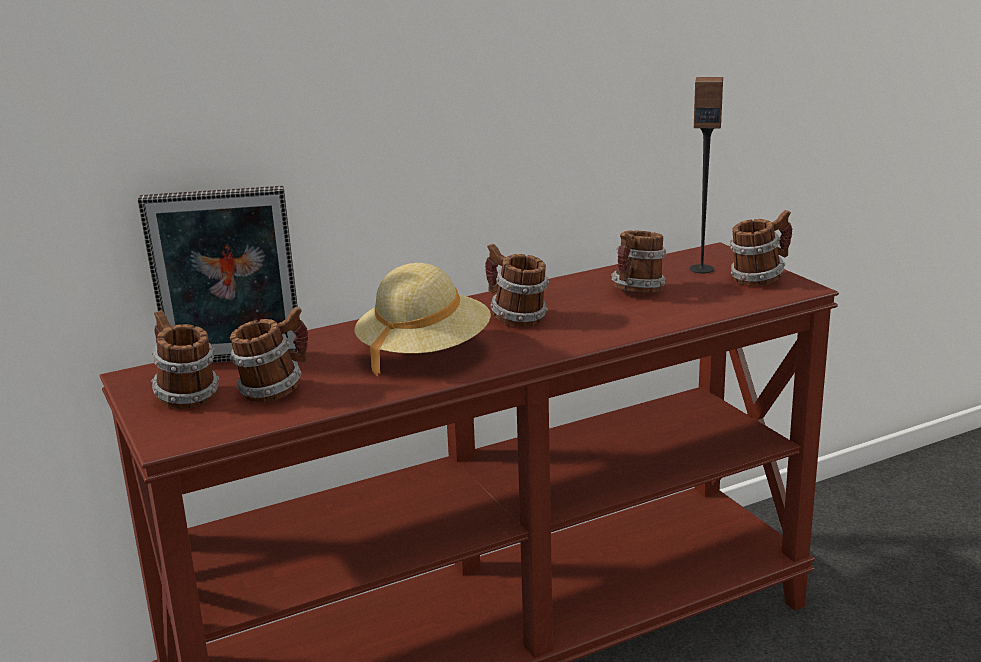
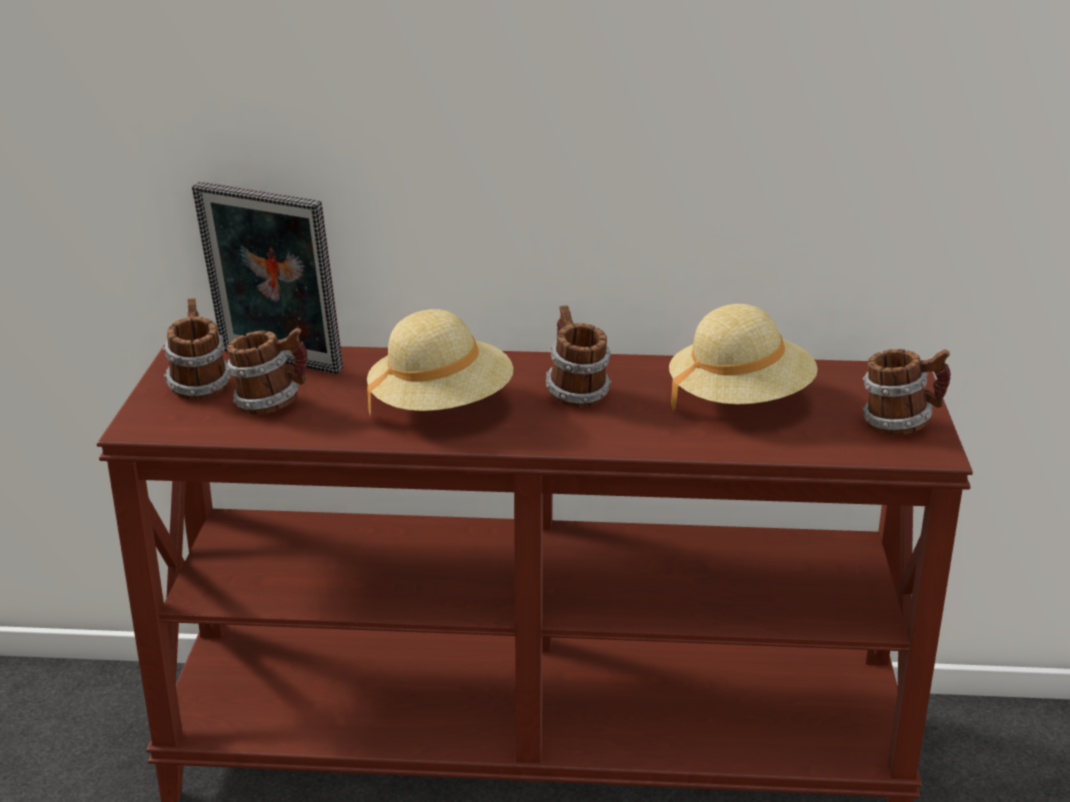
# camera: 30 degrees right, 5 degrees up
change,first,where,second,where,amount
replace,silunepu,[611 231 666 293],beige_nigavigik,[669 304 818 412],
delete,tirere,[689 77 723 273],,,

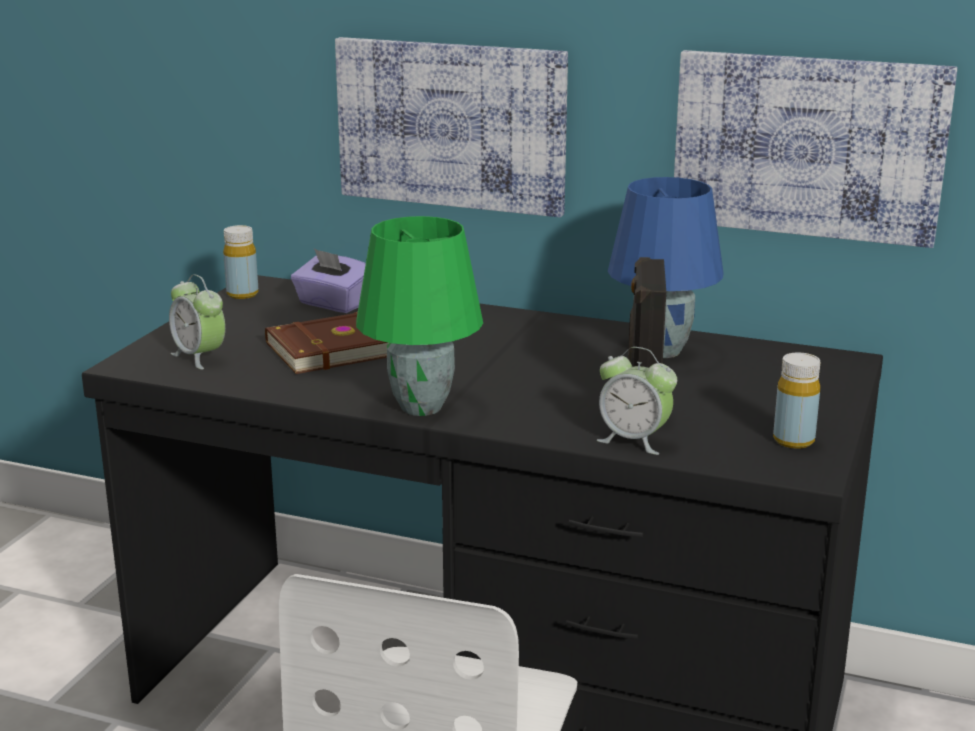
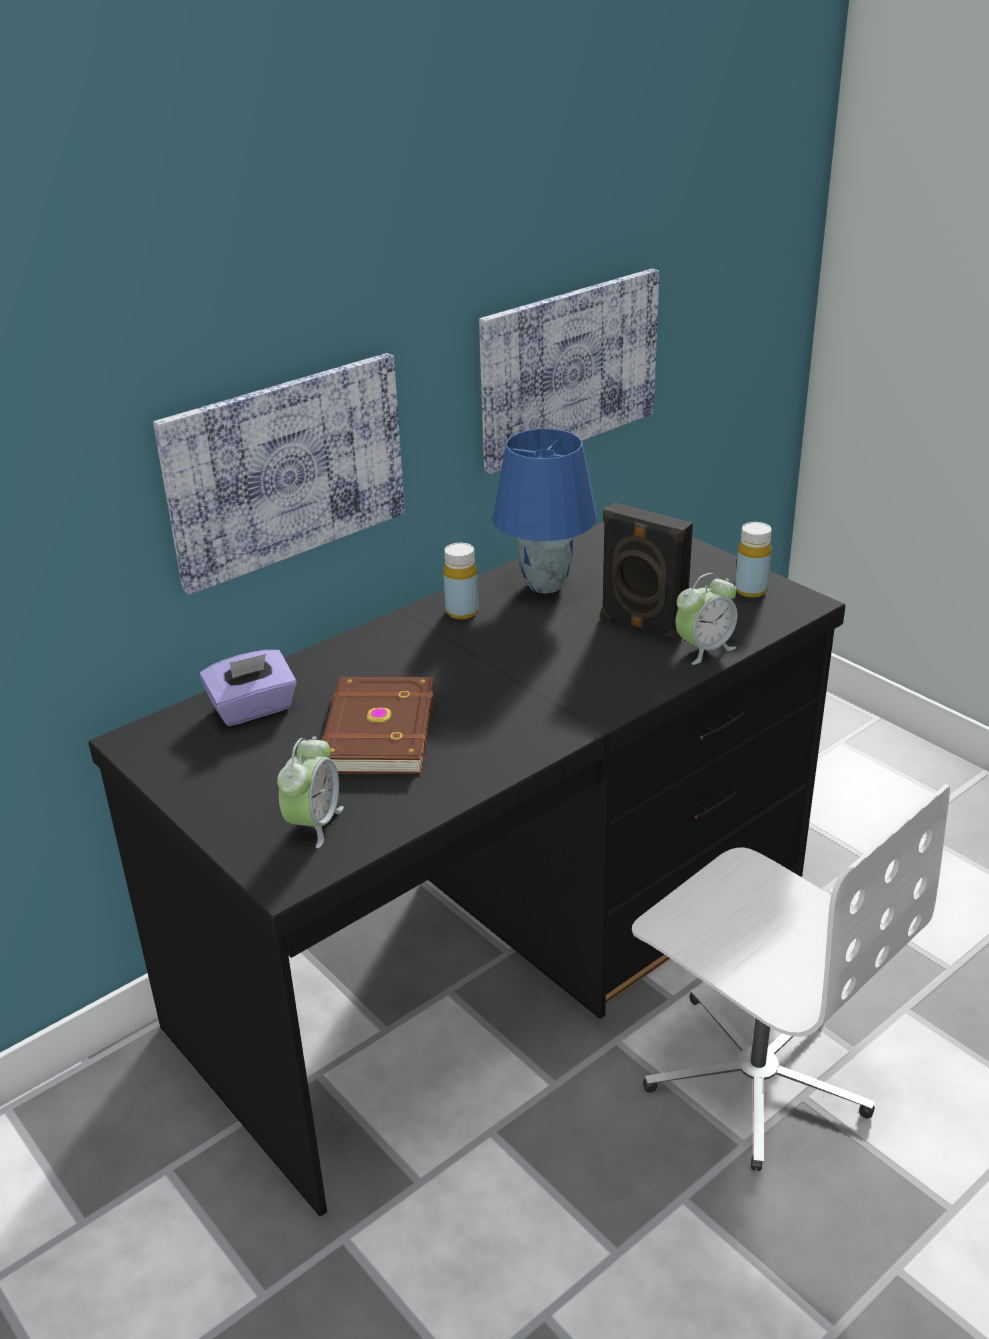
# camera: 60 degrees left, 10 degrees up
change,first,where,second,where,amount
rotate,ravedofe,[169 274 225 369],,[277 736 344 848],60 degrees counterclockwise
move,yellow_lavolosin,[223 225 258 299],,[444 543 479 619],
delete,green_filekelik,[356 216 483 416],,,

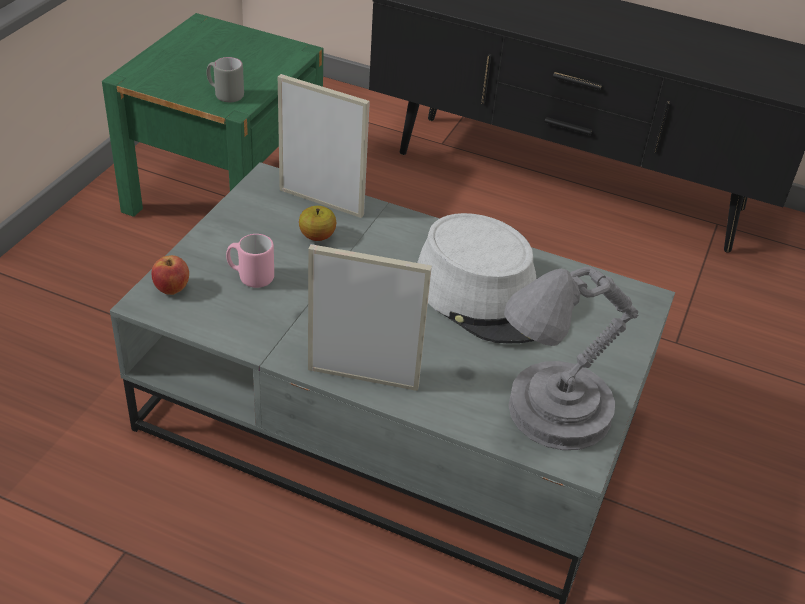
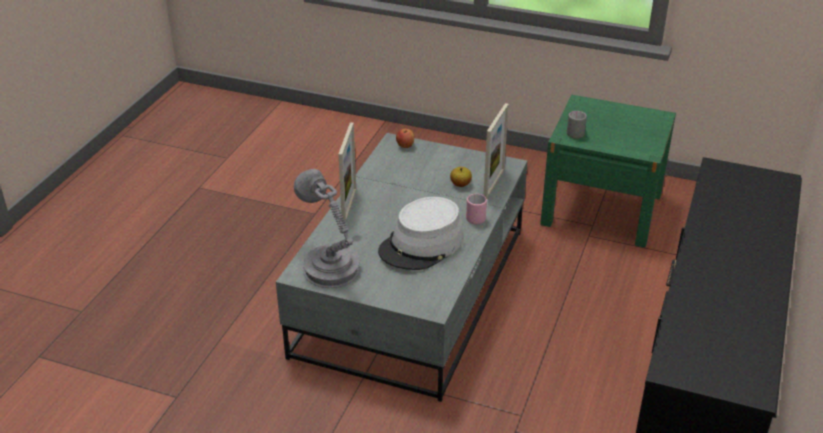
# camera: 90 degrees right, 5 degrees down
change,first,where,second,where,amount
move,pink_silunepu,[226 234 274 288],,[466 194 487 224],

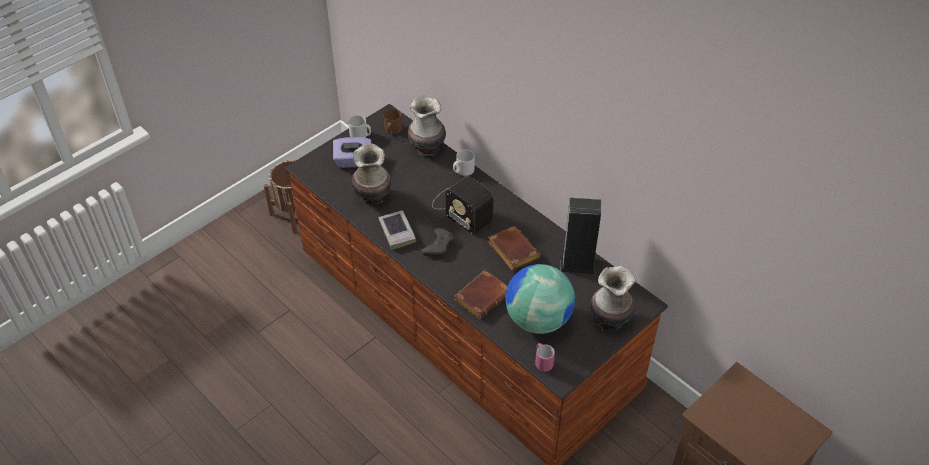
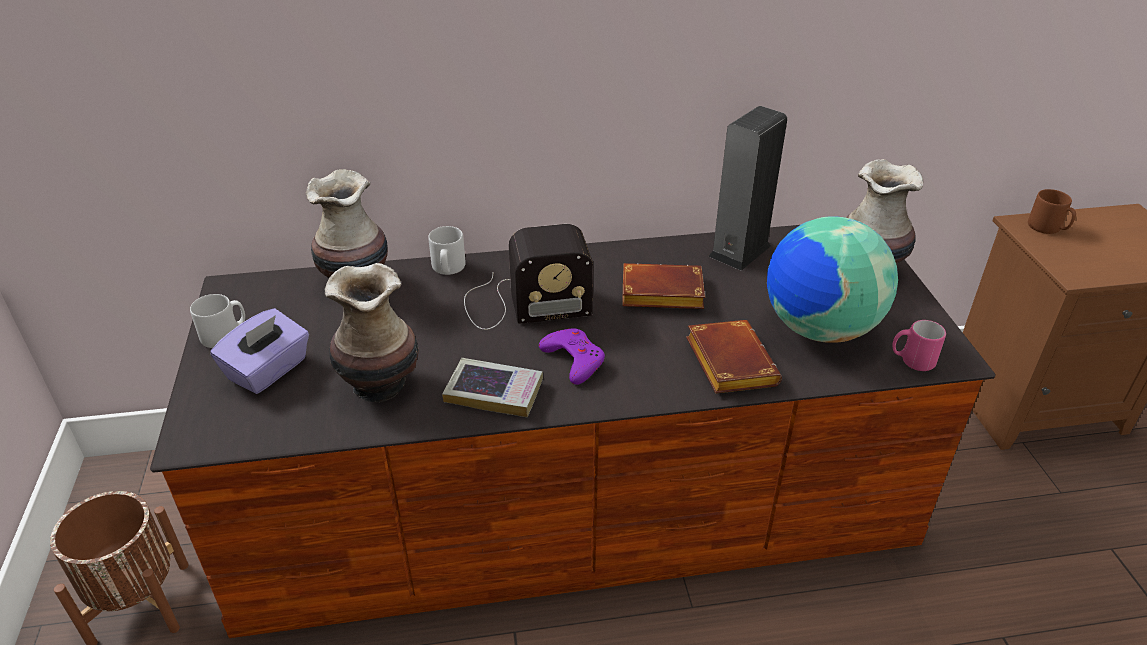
# camera: 55 degrees left, 10 degrees down
change,first,where,second,where,amount
recolor,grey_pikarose,[422 228 453 256],purple_pikarose,[539 328 605 385],
move,brown_silunepu,[384 109 402 134],,[1028 189 1076 234],

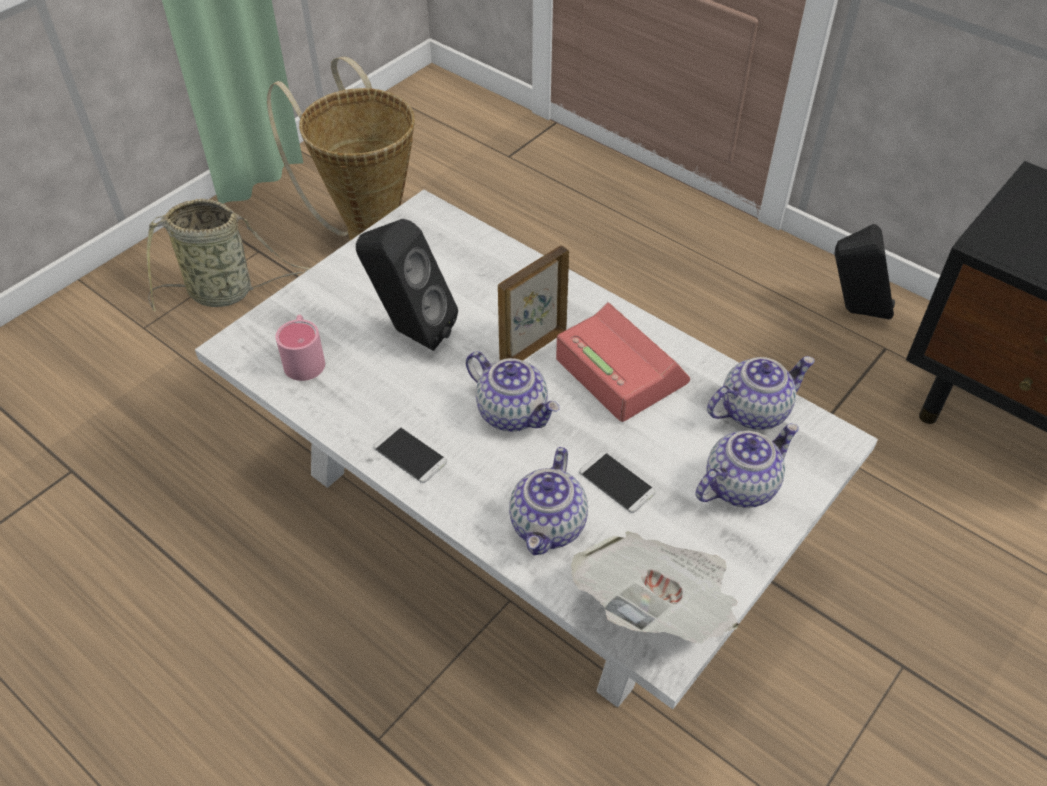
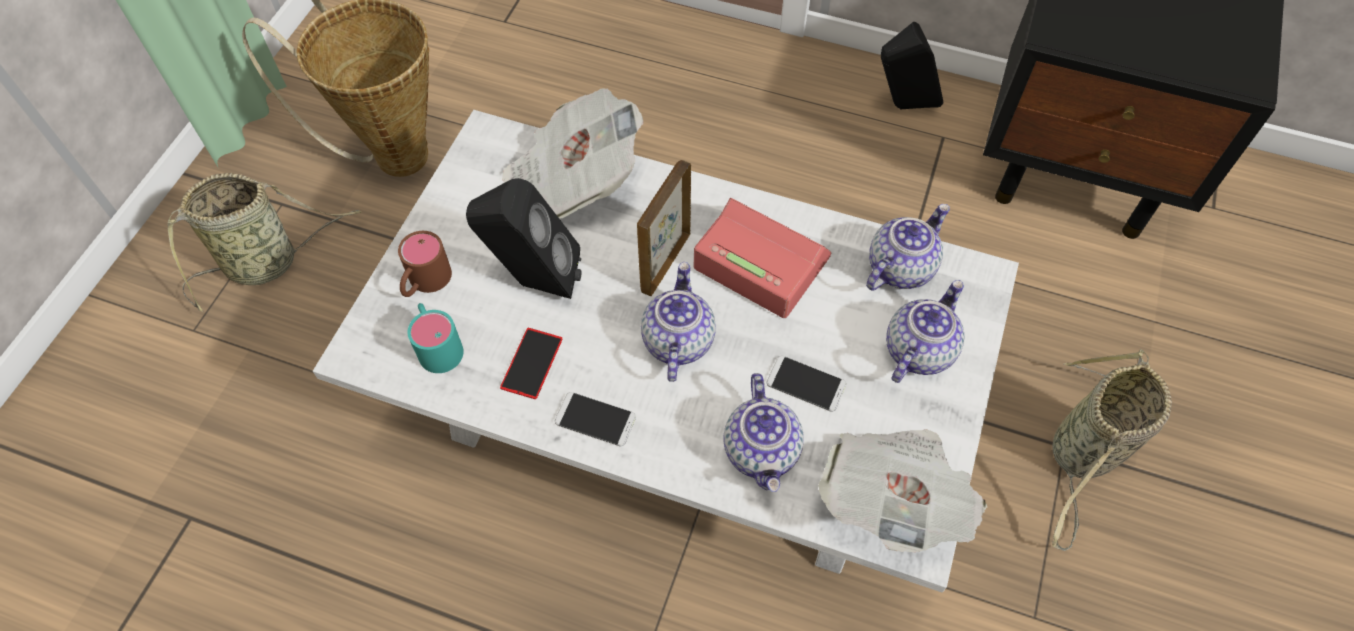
# camera: 20 degrees left, 10 degrees up
change,first,where,second,where,amount
insert,,,brown_silunepu,[398 231 452 297],
recolor,pink_silunepu,[276 315 325 381],turquoise_silunepu,[407 303 464 373],
insert,,,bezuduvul,[500 328 562 399],
insert,,,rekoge,[502 88 643 219],
rotate,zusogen,[466 351 560 431],,[641 262 716 382],105 degrees counterclockwise
insert,,,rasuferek,[1052 349 1172 551],

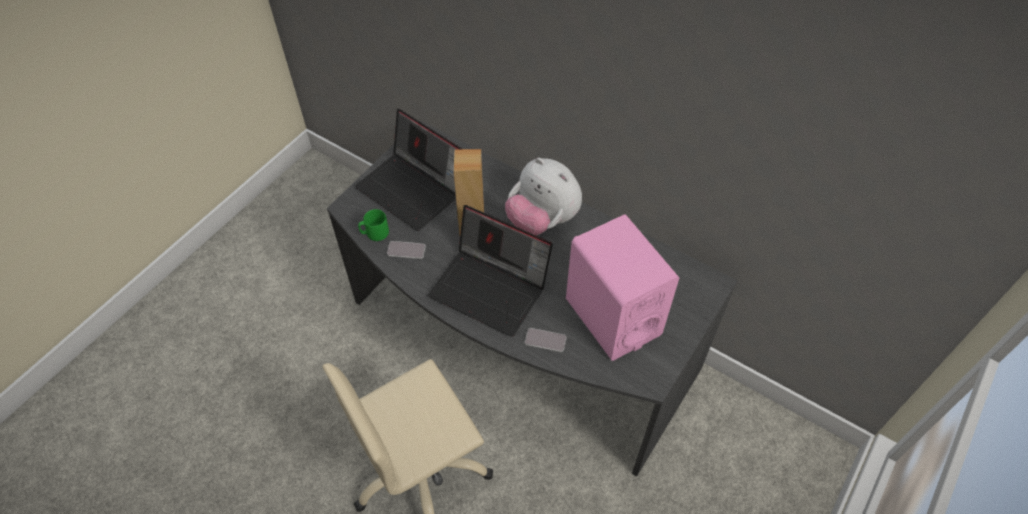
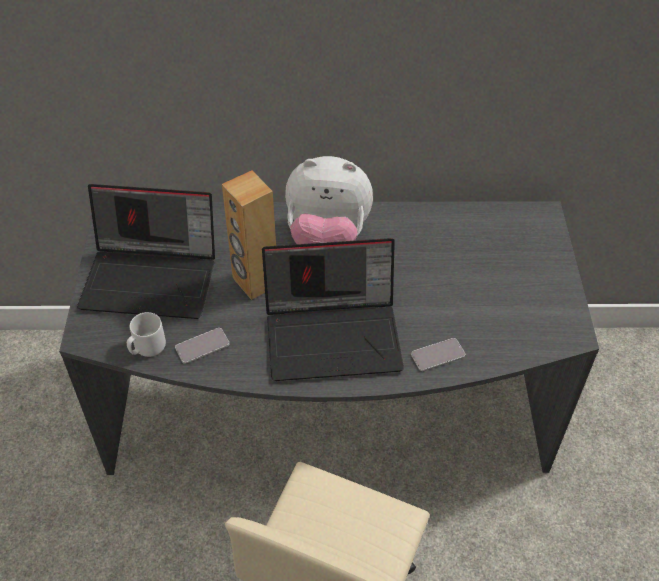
# camera: 35 degrees left, 5 degrees down
change,first,where,second,where,amount
recolor,green_silunepu,[358 209 389 241],grey_silunepu,[127 312 166 357],
delete,pink_tirere,[566 215 679 361],,,

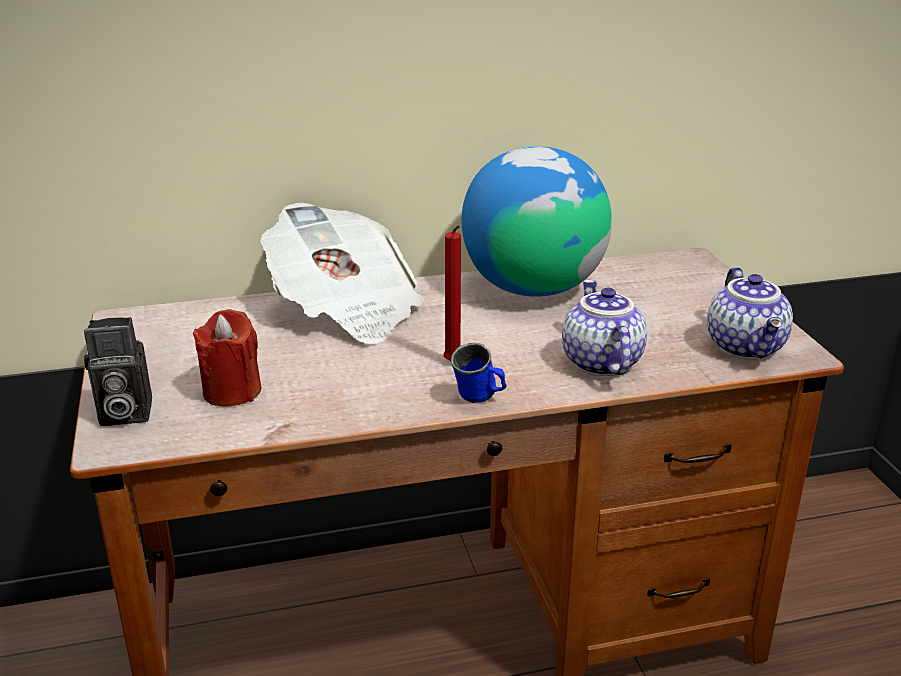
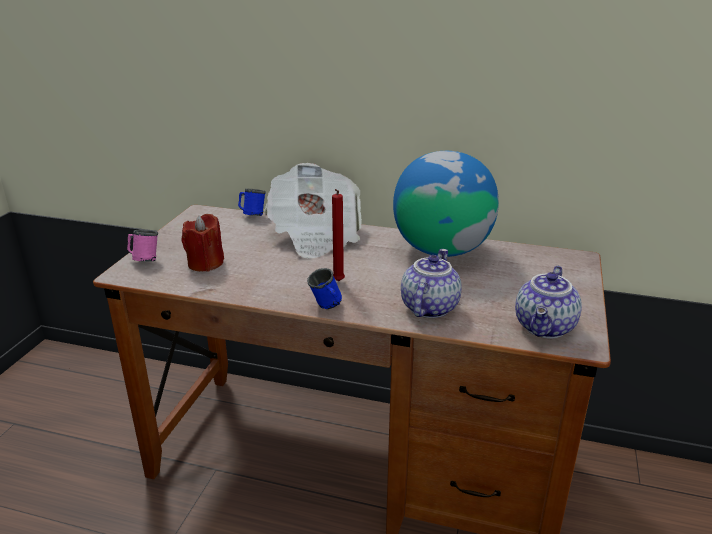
# camera: 30 degrees right, 0 degrees up
change,first,where,second,where,amount
replace,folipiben,[84 317 152 426],pink_silunepu,[127 230 158 262],
insert,,,blue_silunepu,[238 188 266 216],

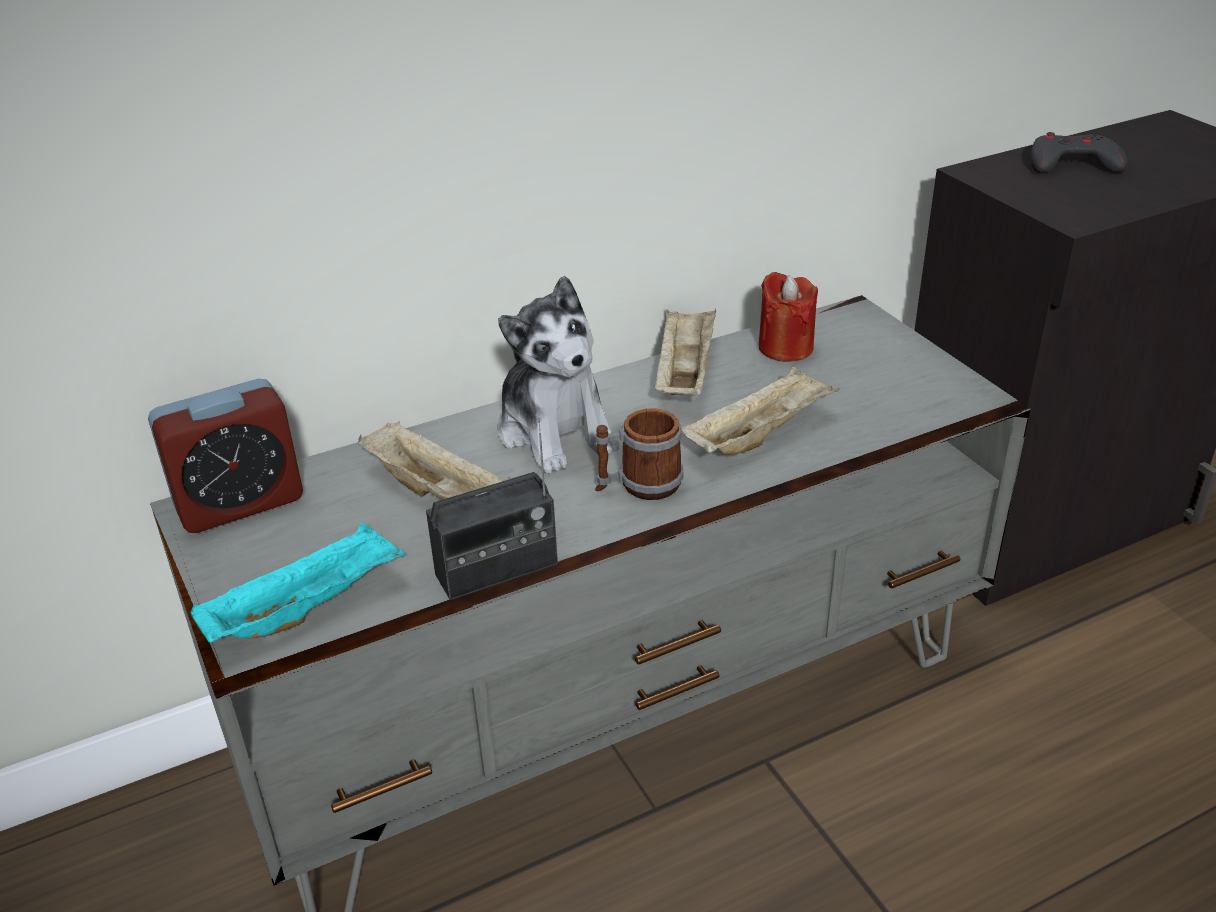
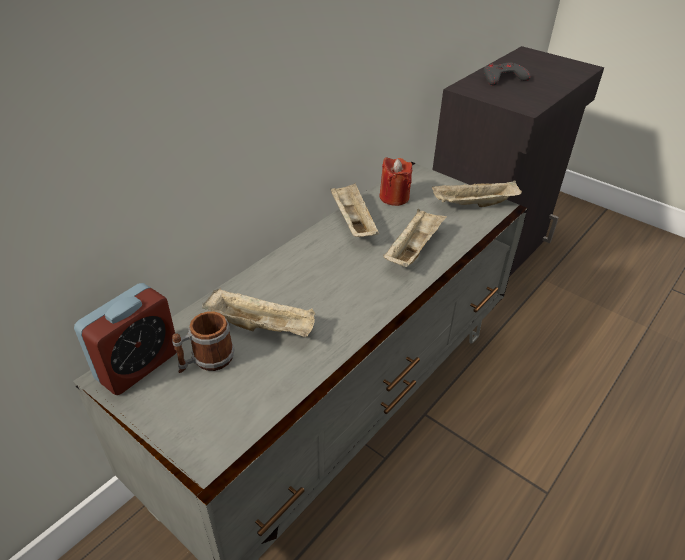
# camera: 25 degrees left, 5 degrees up
change,first,where,second,where,amount
move,silunepu,[595 408 683 500],,[172 311 234 373],
insert,,,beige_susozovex,[432 180 522 207],
delete,turquoise_susozovex,[190 523 405 643],,,
delete,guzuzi,[426 419 558 600],,,
delete,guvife,[498 276 619 474],,,

